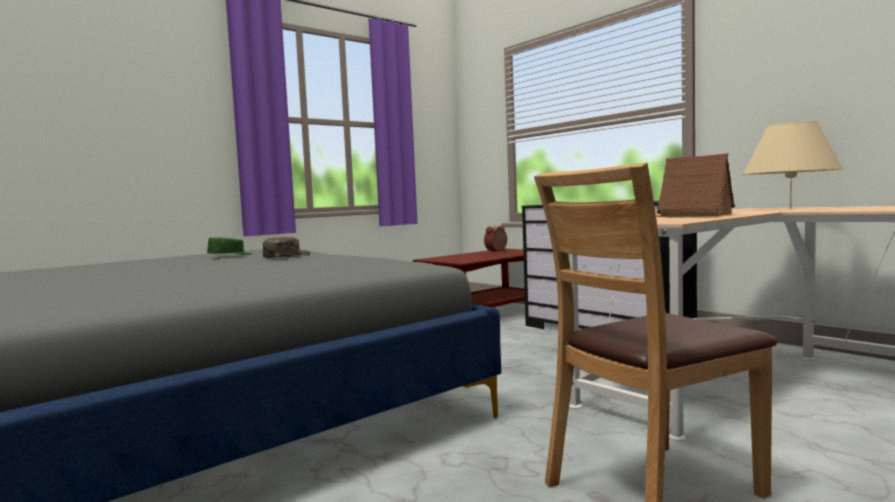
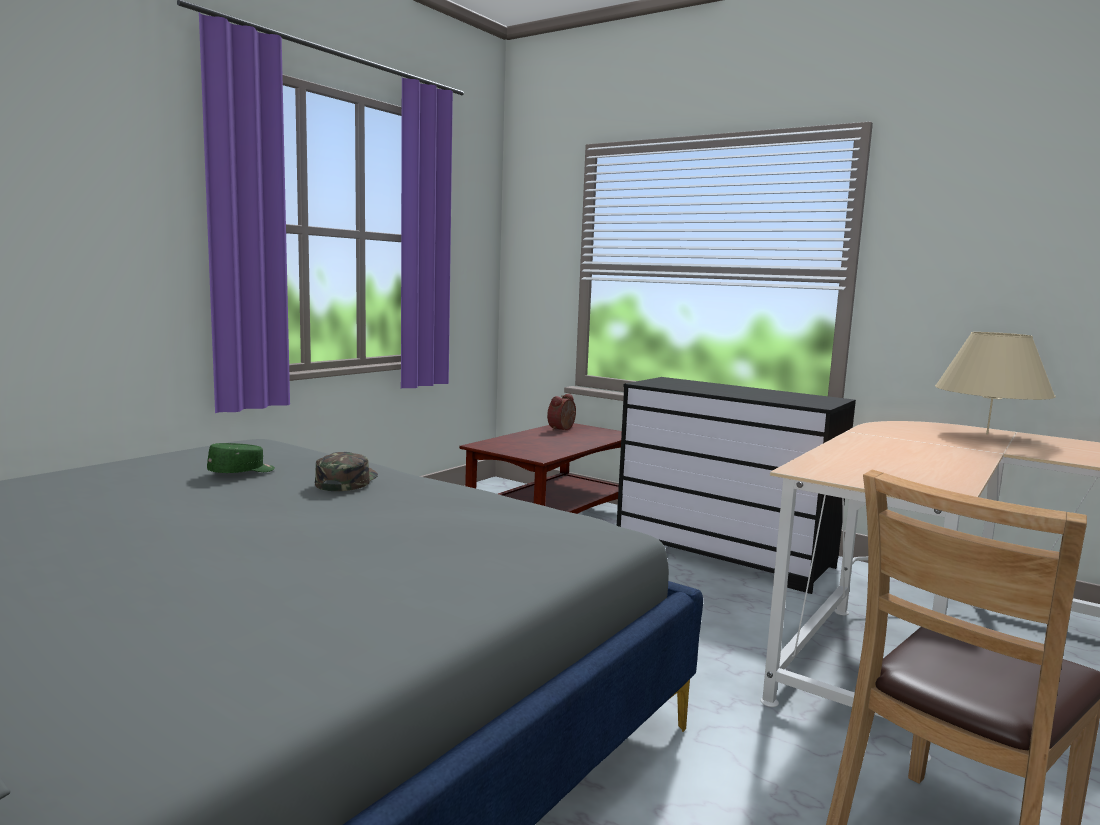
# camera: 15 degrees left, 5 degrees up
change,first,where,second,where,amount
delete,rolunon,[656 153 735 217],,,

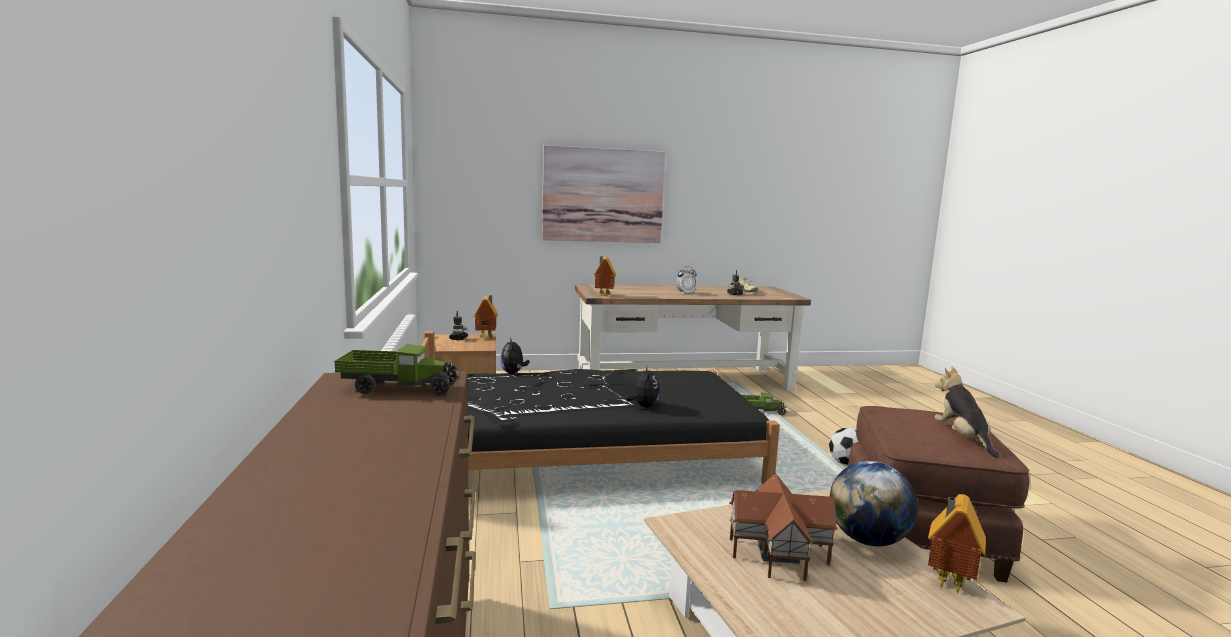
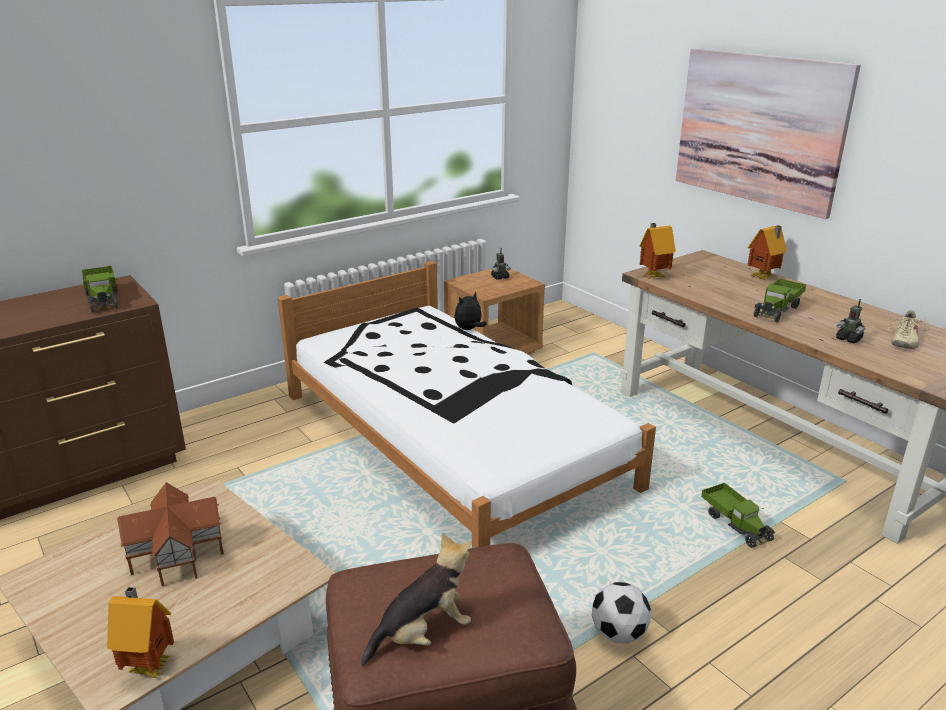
# camera: 65 degrees right, 15 degrees up
change,first,where,second,where,amount
recolor,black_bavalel,[422 331 780 484],white_bavalel,[278 261 656 548],
move,rolunon,[474 295 498 338],,[748 225 787 280],
replace,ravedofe,[676 266 697 294],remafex,[753 279 806 322],
delete,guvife,[625 365 660 408],,,
delete,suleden,[830 461 918 546],,,

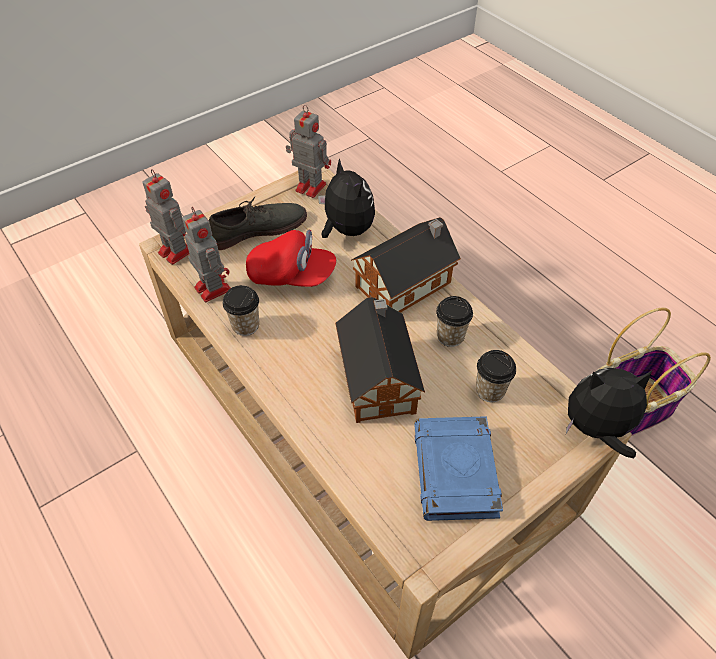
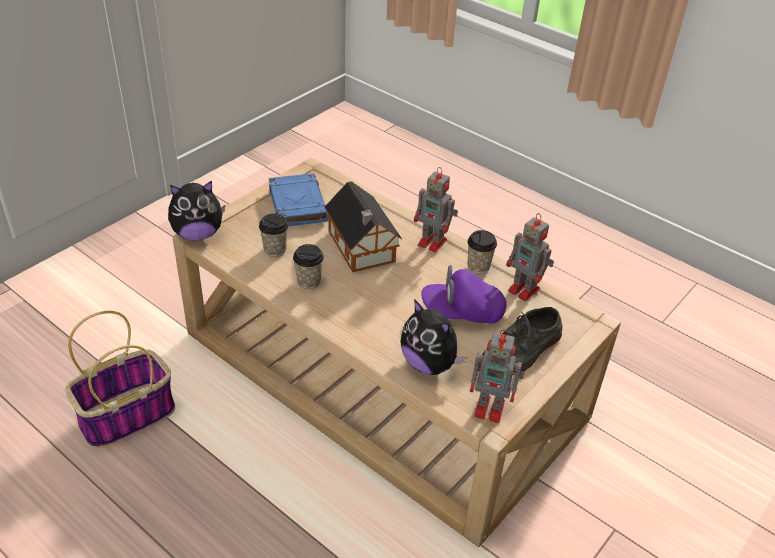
# camera: 165 degrees right, 10 degrees down
change,first,where,second,where,amount
move,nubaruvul,[142 169 189 265],,[414 167 458 253],
recolor,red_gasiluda,[246 230 336 287],purple_gasiluda,[421 265 506 324],
delete,rolunon,[351 217 461 312],,,

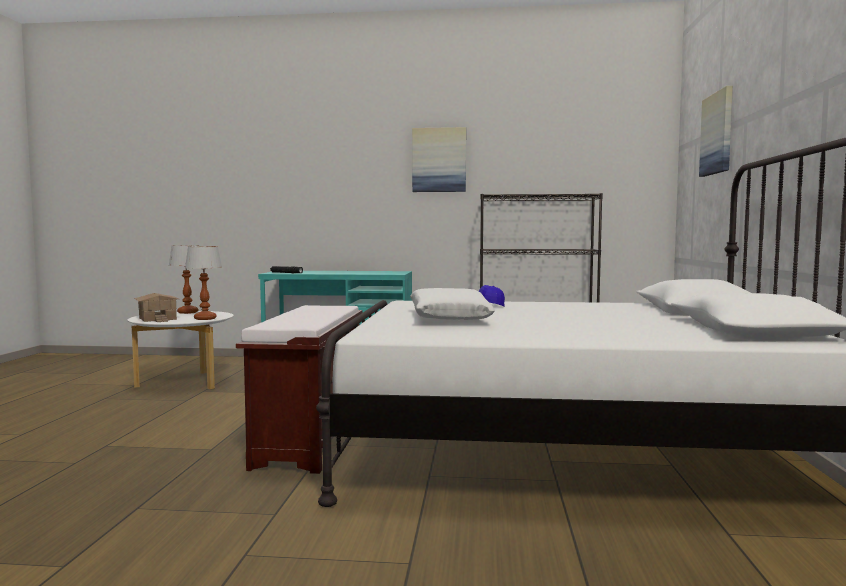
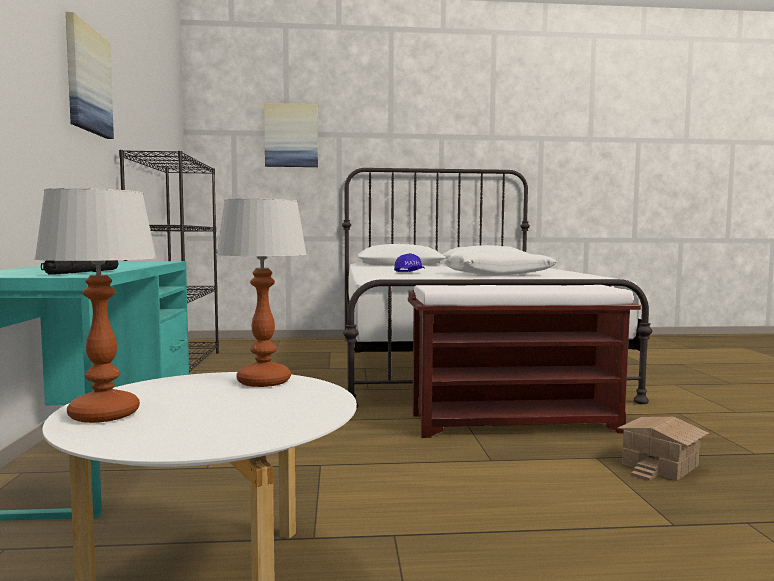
# camera: 100 degrees left, 0 degrees up
change,first,where,second,where,amount
move,rolunon,[134 293 179 322],,[618 417 709 481],

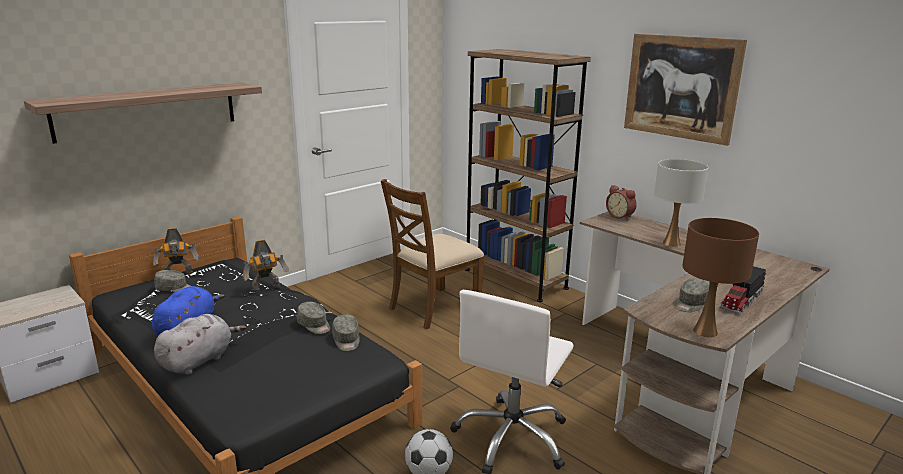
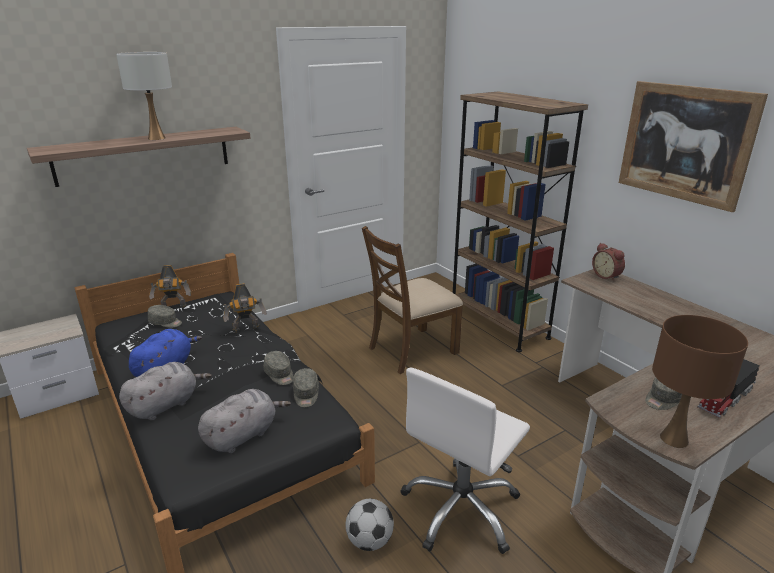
# camera: 10 degrees right, 5 degrees up
change,first,where,second,where,amount
move,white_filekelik,[654 159 708 247],,[116 52 172 140],
insert,,,grey_guvife,[198 389 291 453],

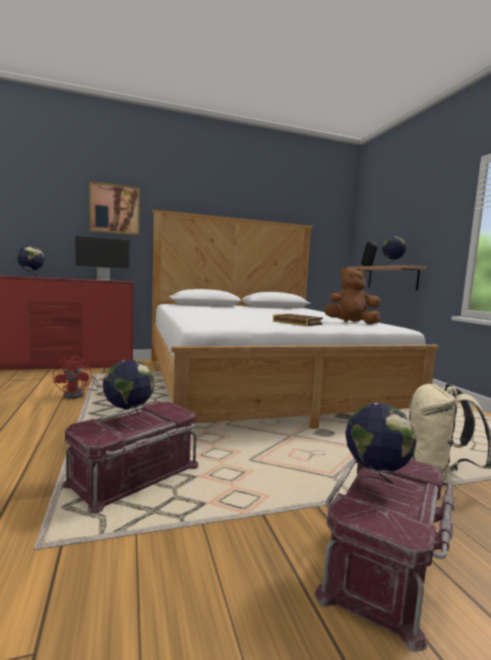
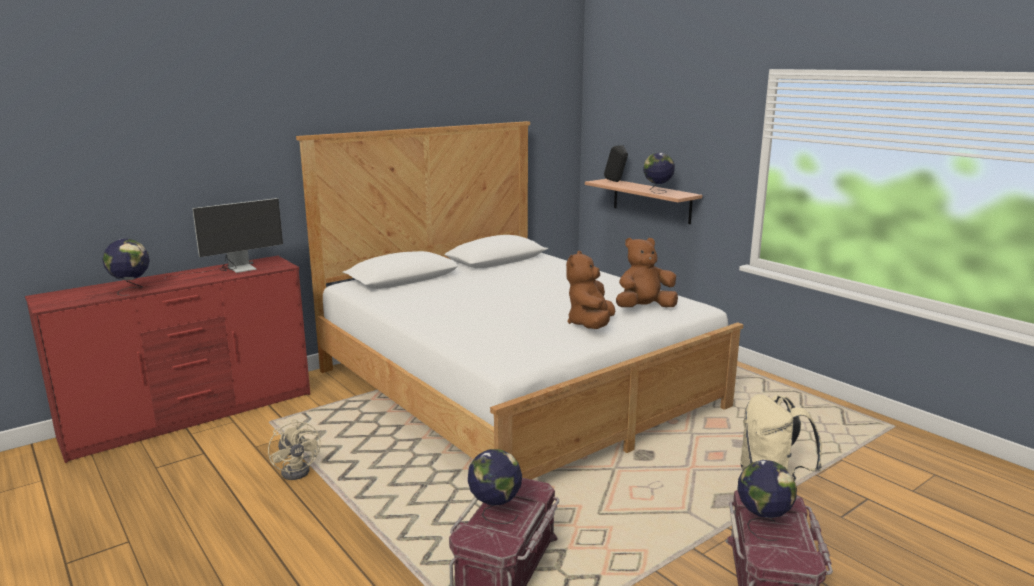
# camera: 20 degrees left, 10 degrees up
change,first,where,second,where,amount
recolor,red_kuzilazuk,[53 356 99 399],beige_kuzilazuk,[268 419 321 480],
replace,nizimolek,[273 314 323 326],brown_guvife,[566 251 615 329],
delete,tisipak,[89 181 140 235],,,

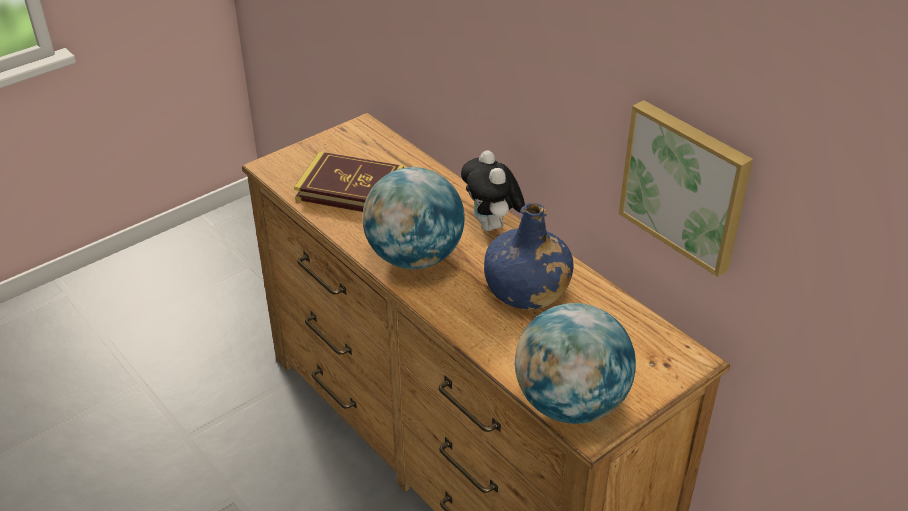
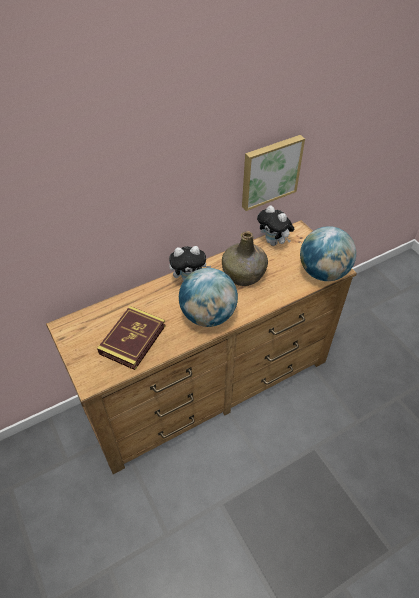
# camera: 80 degrees left, 10 degrees up
change,first,where,second,where,amount
recolor,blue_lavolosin,[484 203 574 310],green_lavolosin,[222 231 268 286],
insert,,,guvife,[257 205 294 246],

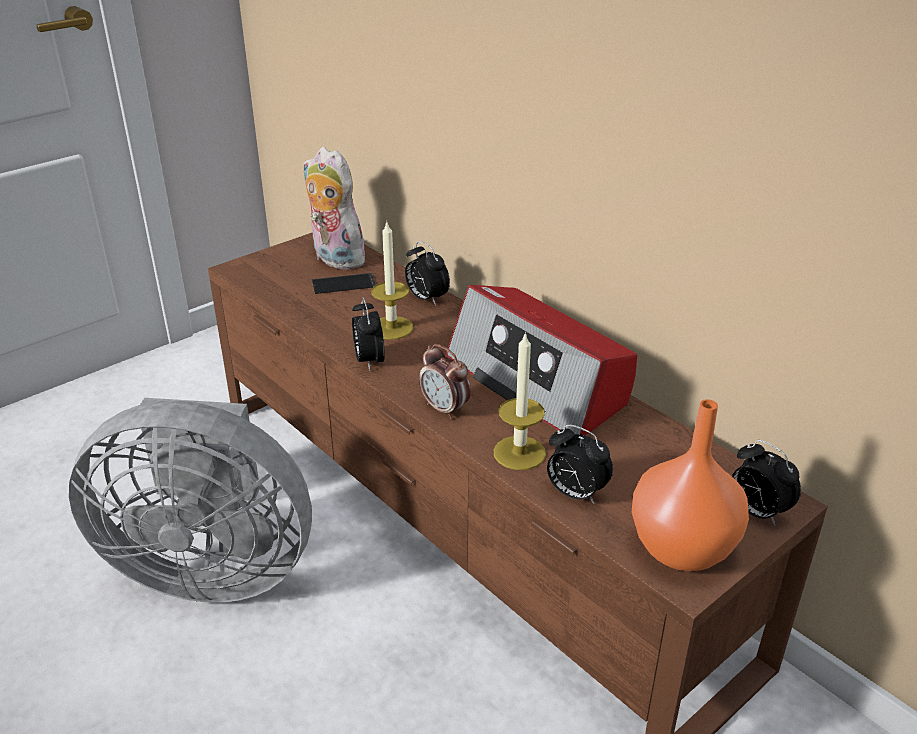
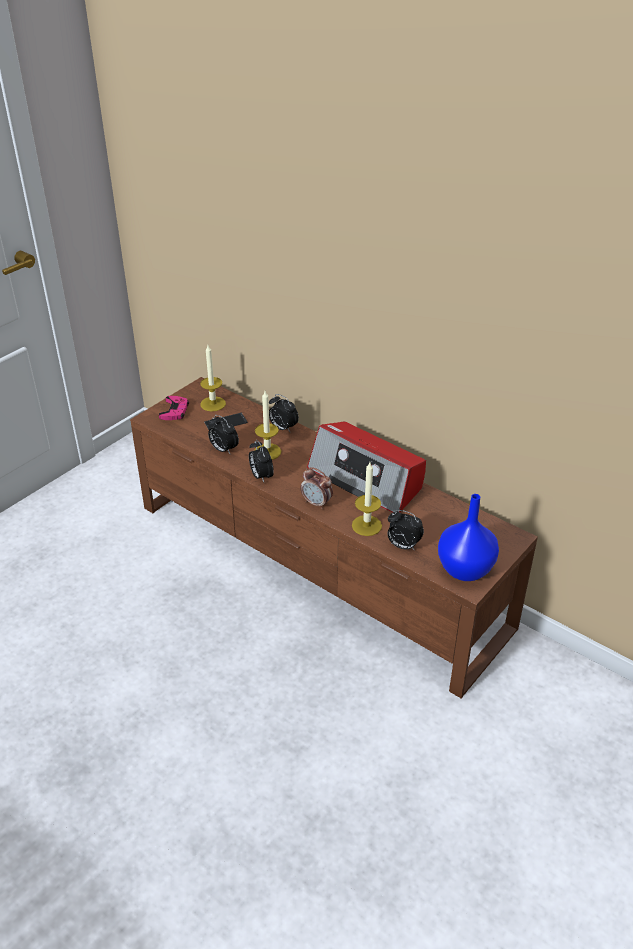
# camera: 10 degrees left, 5 degrees up
change,first,where,second,where,amount
insert,,,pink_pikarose,[159 396 189 420],
replace,guvife,[303 147 370 270],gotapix,[200 345 226 412],
move,ravedofe,[732 440 801 525],,[208 415 239 455],
recolor,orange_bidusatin,[632 399 749 571],blue_bidusatin,[438 494 499 581],
delete,grey_kuzilazuk,[69 398 312 602],,,

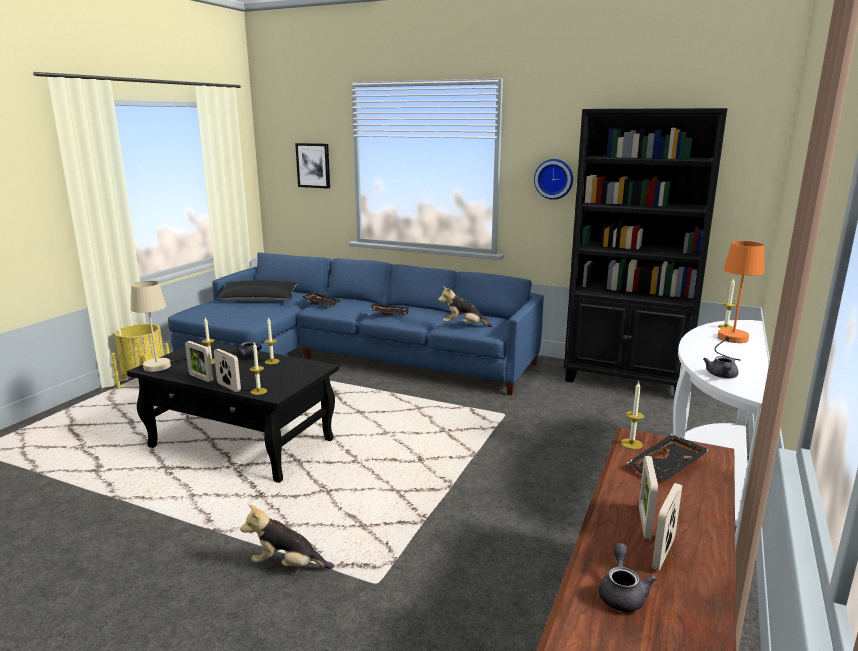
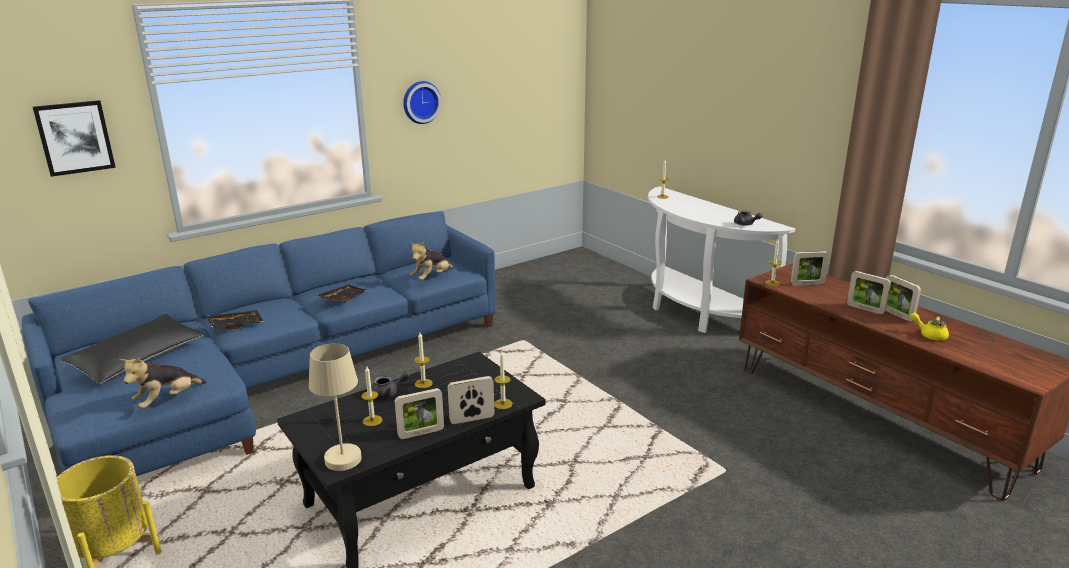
# camera: 60 degrees left, 5 degrees up
change,first,where,second,where,amount
move,guvife,[241 504 335 569],,[119 358 206 409],
replace,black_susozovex,[627 434 709 481],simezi,[791 251 829 286],
recolor,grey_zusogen,[599 543 657 612],yellow_zusogen,[910 312 949 341],
delete,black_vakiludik,[564 108 728 391],,,
delete,orange_filekelik,[715 241 764 361],,,

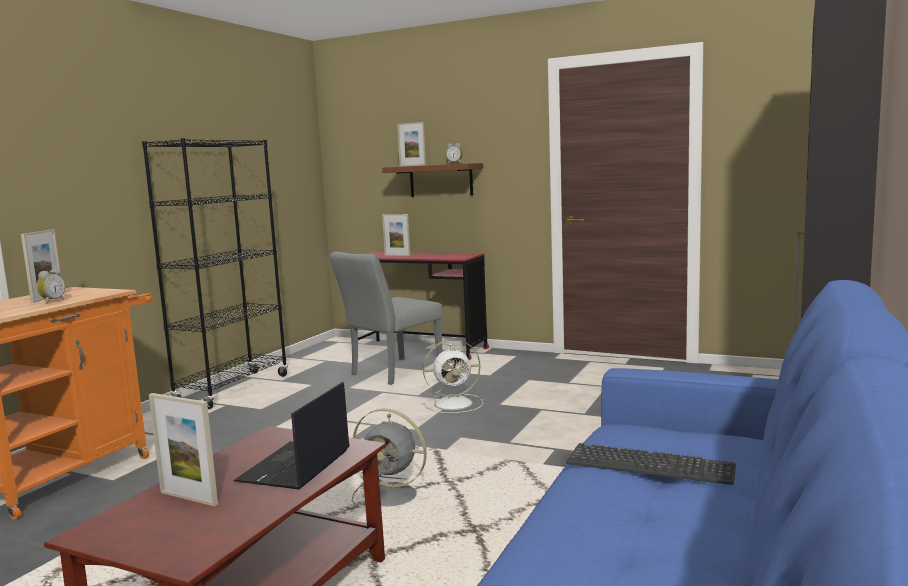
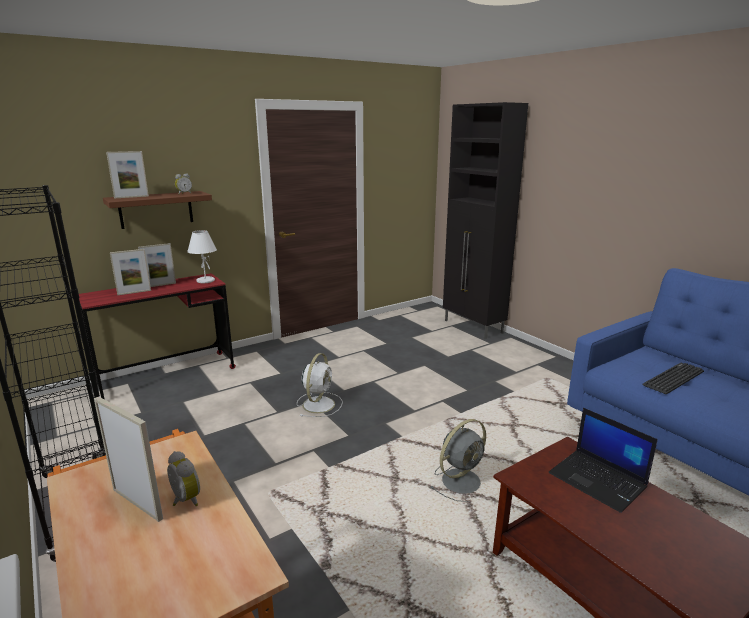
# camera: 60 degrees left, 10 degrees up
change,first,where,second,where,amount
move,simezi,[149 393 218 506],,[138 243 176 287],
insert,,,white_filekelik,[187 230 217 283],
delete,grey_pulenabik,[329 252 443 385],,,

